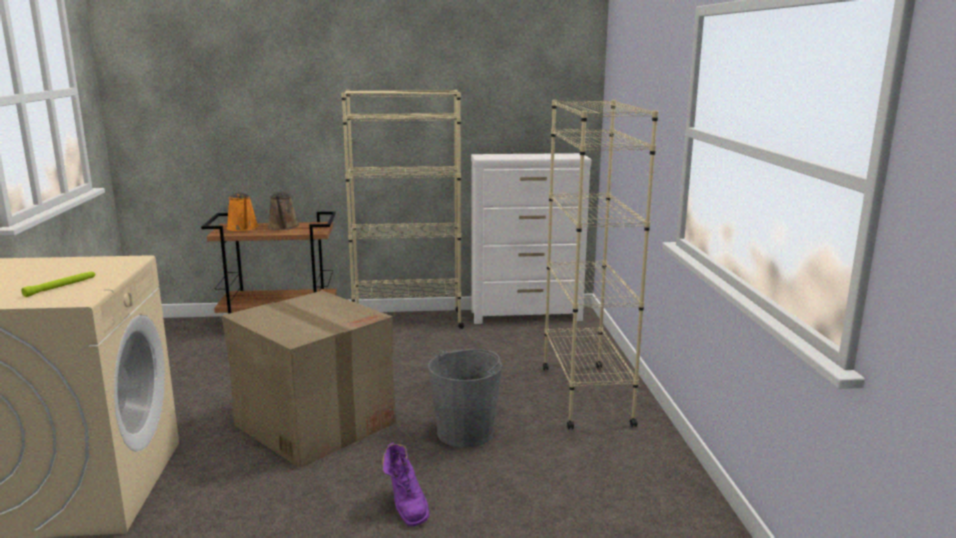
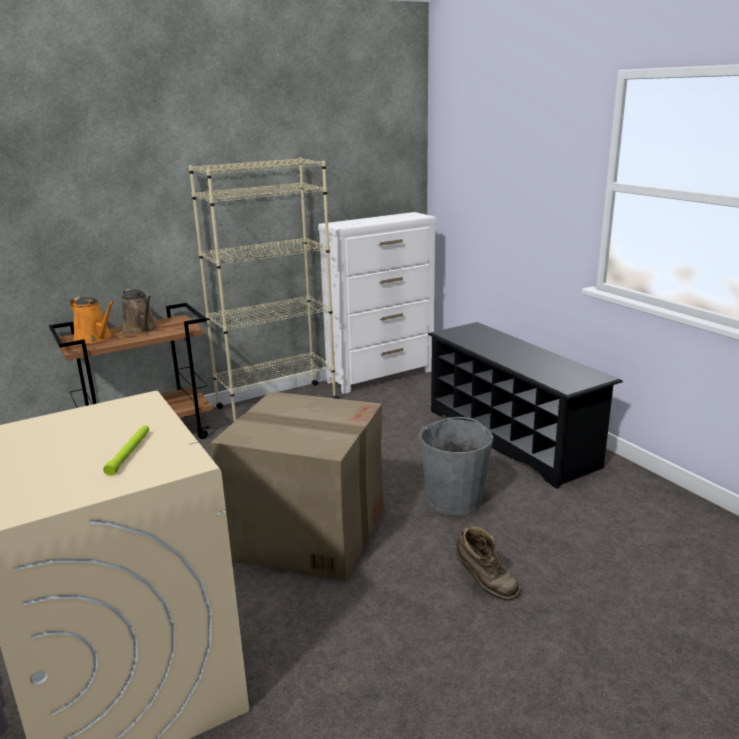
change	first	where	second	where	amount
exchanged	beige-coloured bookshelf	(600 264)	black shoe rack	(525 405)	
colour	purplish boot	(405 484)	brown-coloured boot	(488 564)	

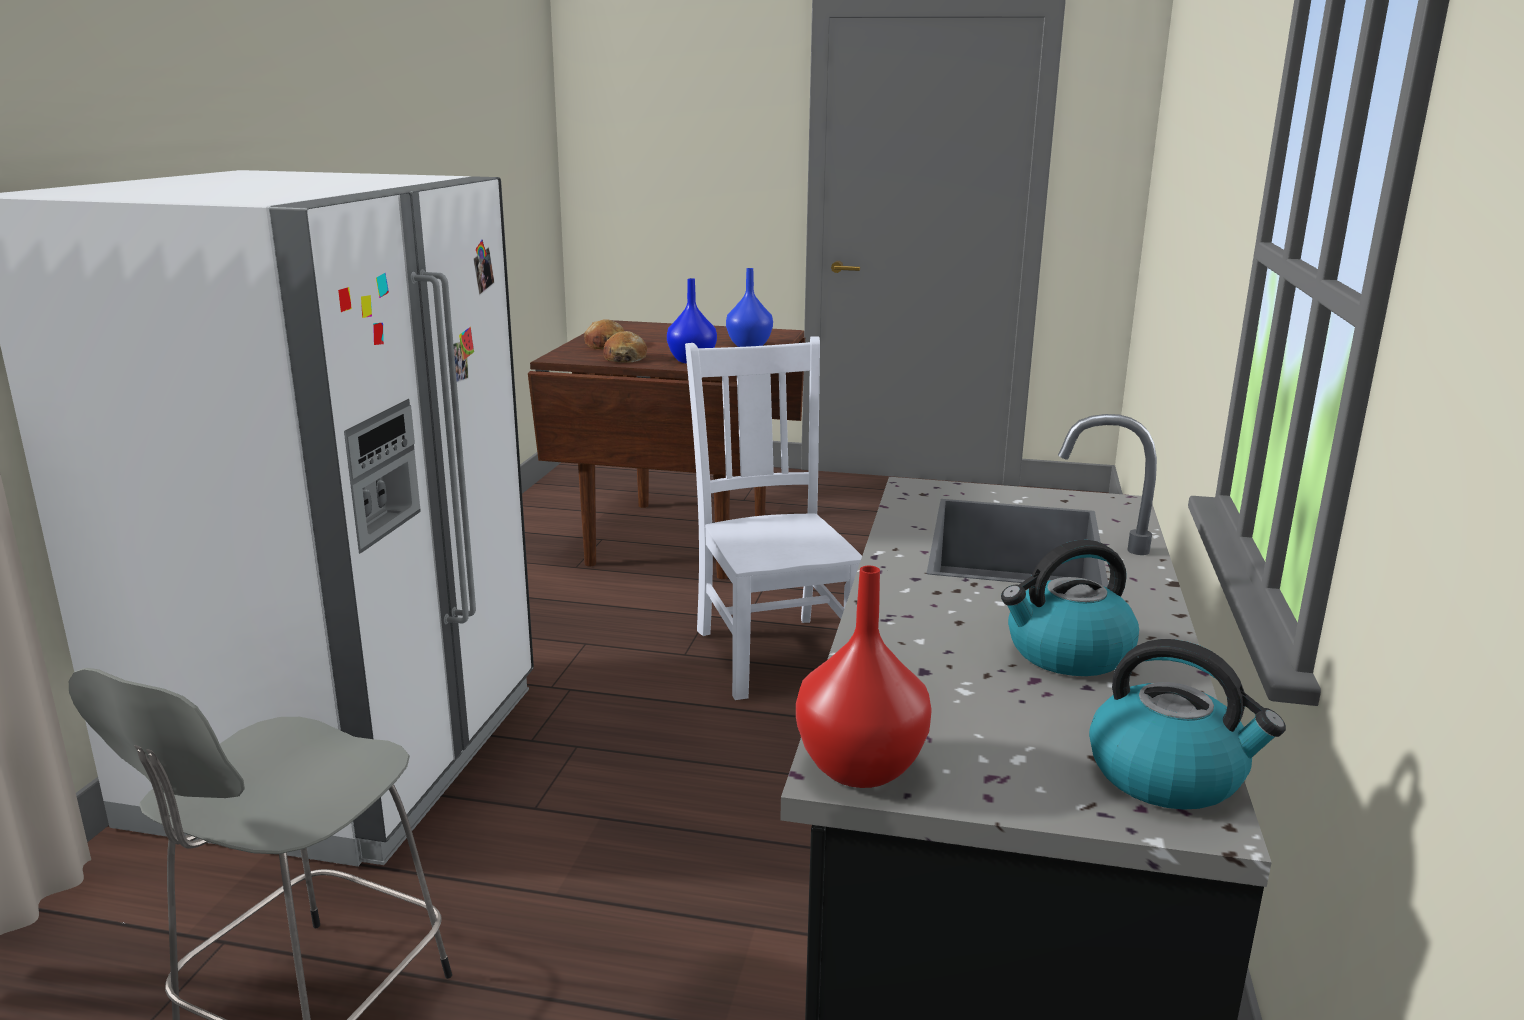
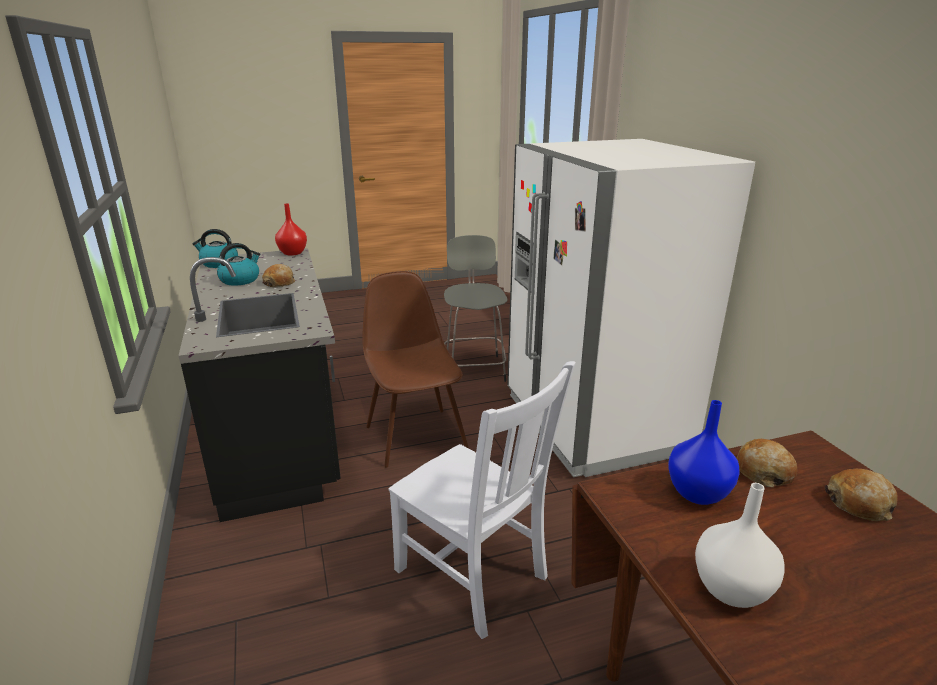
change	first	where	second	where	amount
appeared			bread	(278 275)	
appeared			brown-coloured plain chair	(415 369)	
colour	blue-coloured decorative vase	(749 307)	white decorative vase	(740 545)	

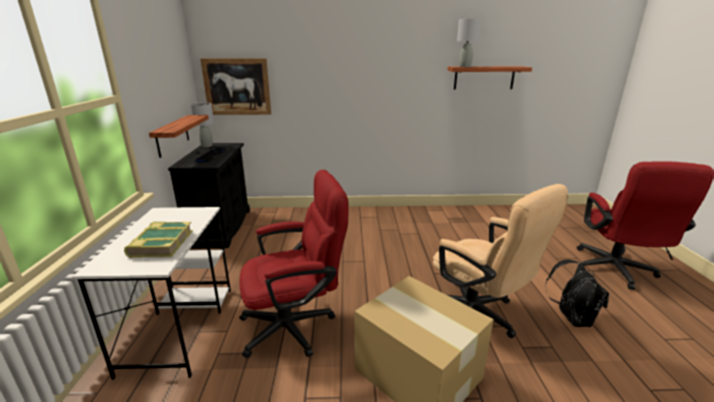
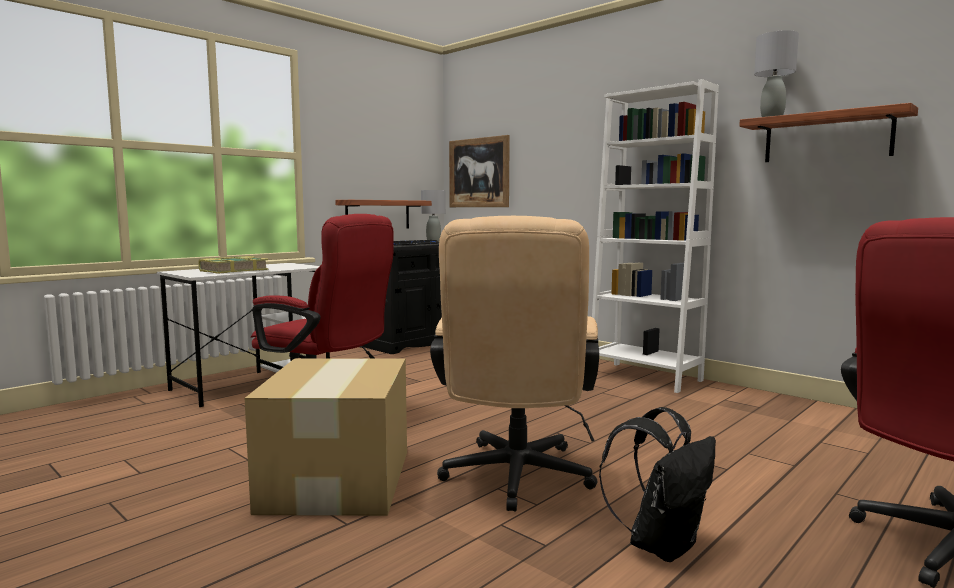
change	first	where	second	where	amount
appeared			white bookshelf	(655 236)	

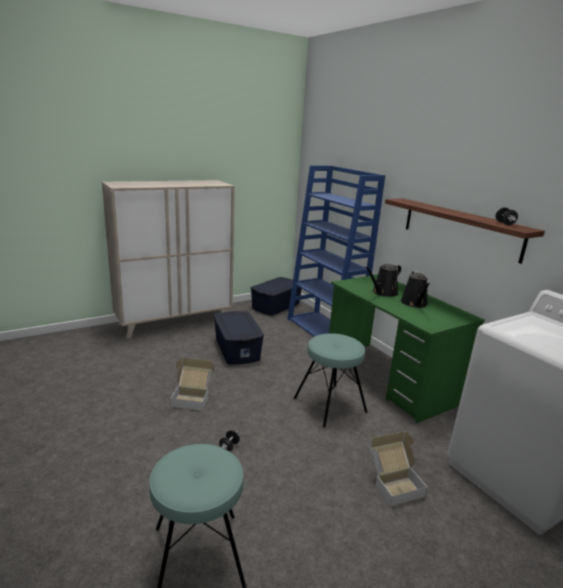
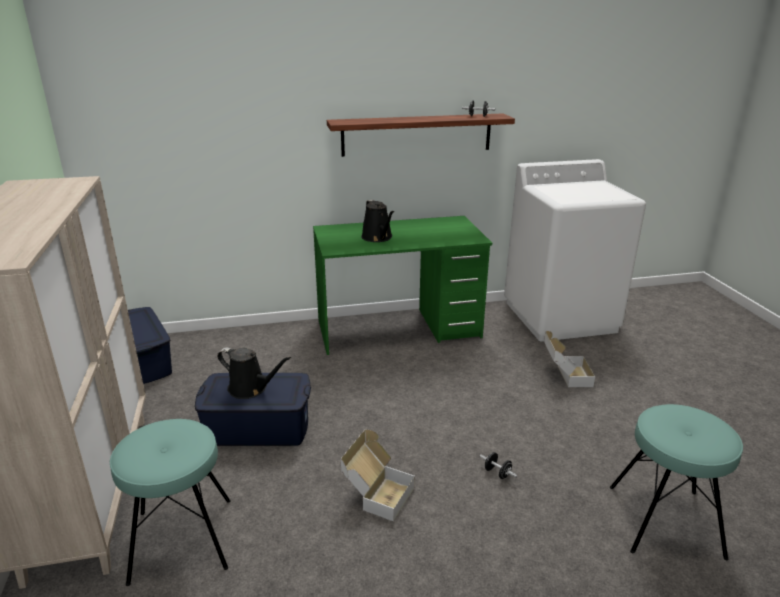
change	first	where	second	where	amount
missing	blue-coloured bookshelf	(336 250)			
relocated	turquoise-coloured stool	(331 380)		(170 502)	
relocated	black sprinkling can	(415 289)		(254 373)	

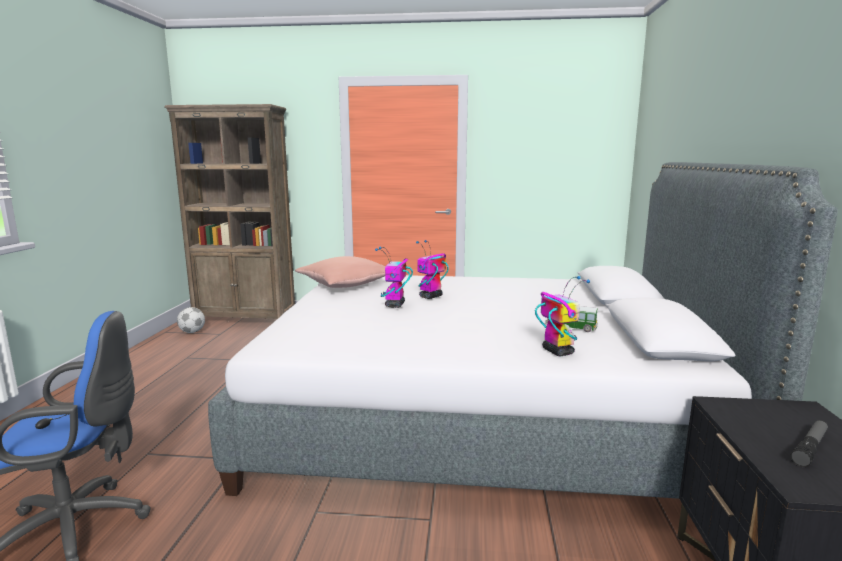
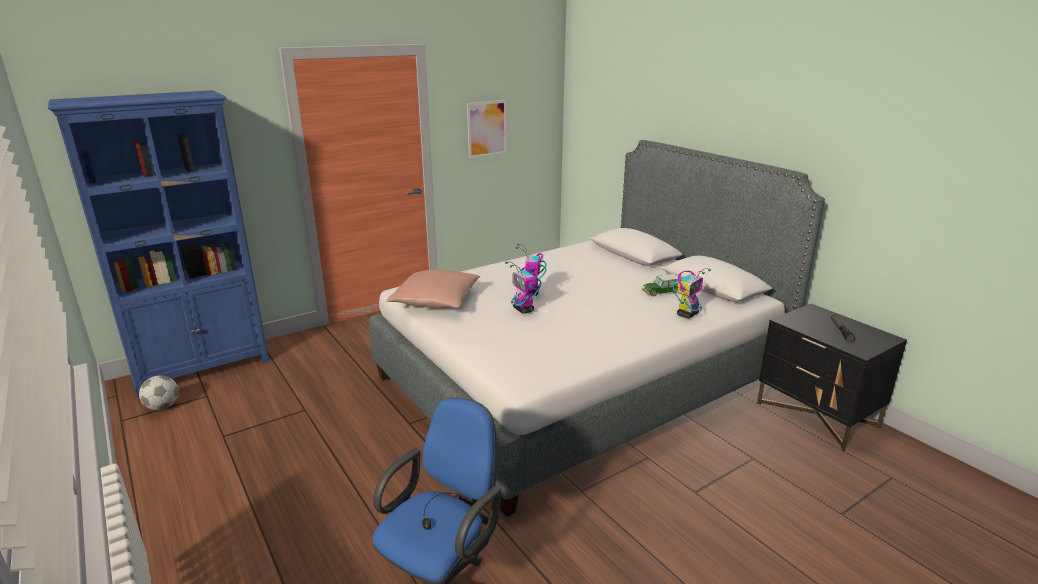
change	first	where	second	where	amount
appeared			picture	(487 129)	
colour	brown-coloured bookshelf	(229 211)	blue-coloured bookshelf	(158 244)	
spun	model robot	(562 316)		(692 293)	105 degrees clockwise

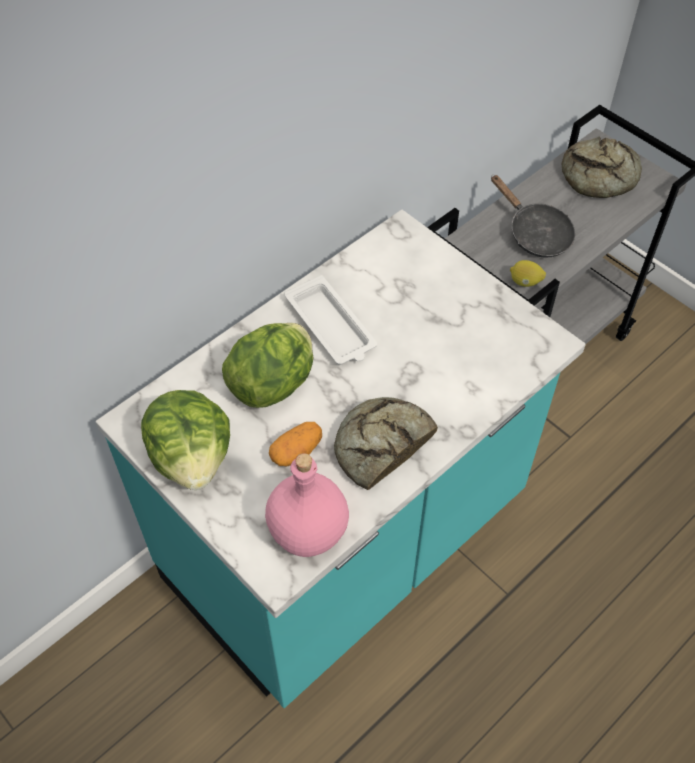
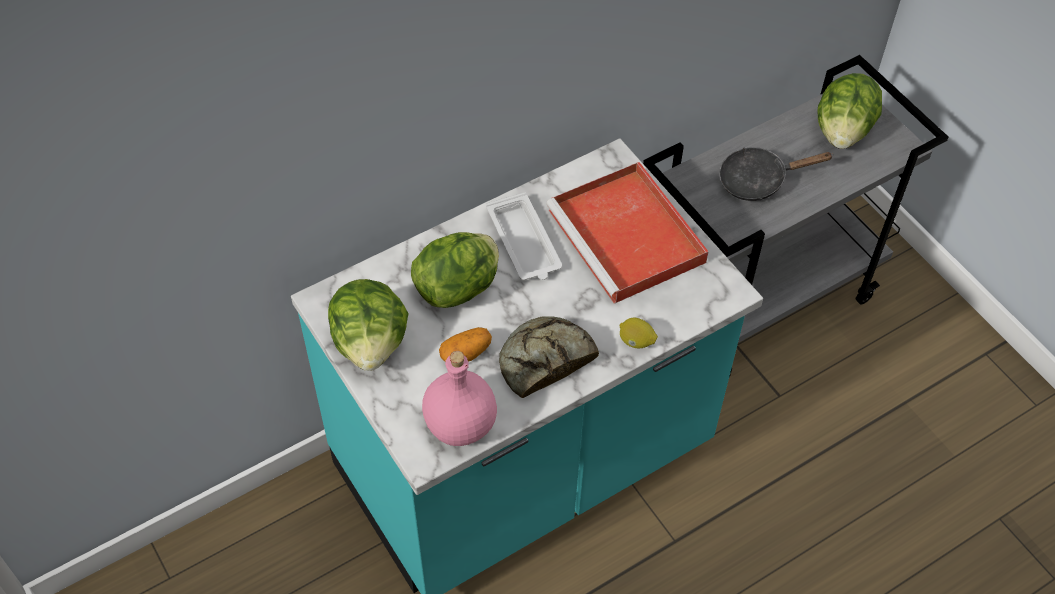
change	first	where	second	where	amount
appeared			red tray	(627 233)	
relocated	lemon	(528 273)		(639 333)	
exchanged	bread	(601 167)	lettuce	(849 111)	
spun	black frying pan	(533 216)		(776 174)	105 degrees clockwise

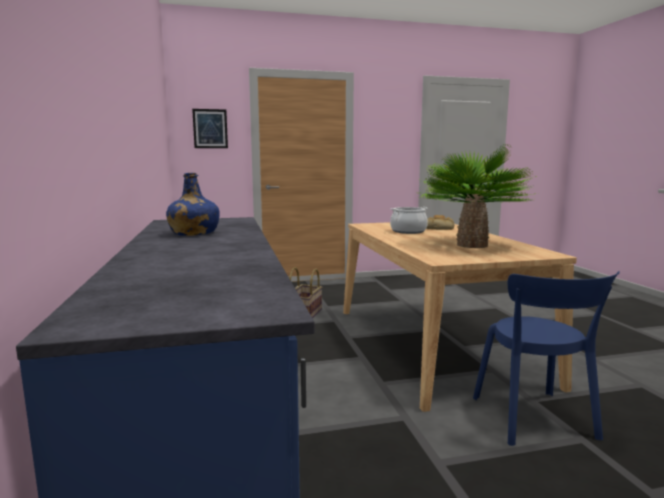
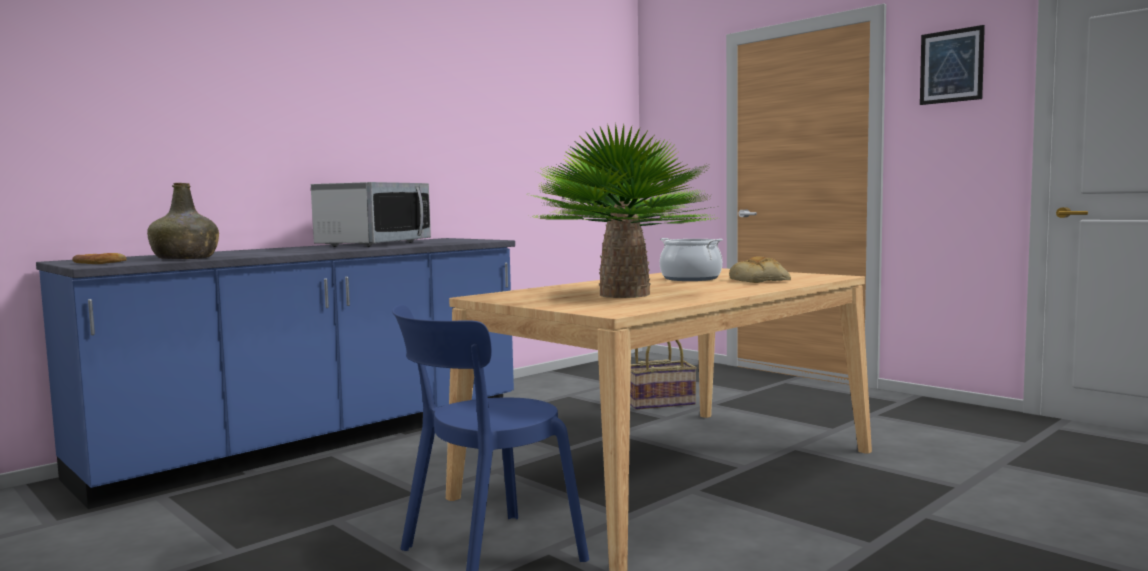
change	first	where	second	where	amount
appeared			bread	(99 258)	
appeared			green-coloured drink bottle	(183 221)	
relocated	picture	(210 128)		(952 65)	
exchanged	blue-coloured drink bottle	(193 204)	microwave	(371 214)	

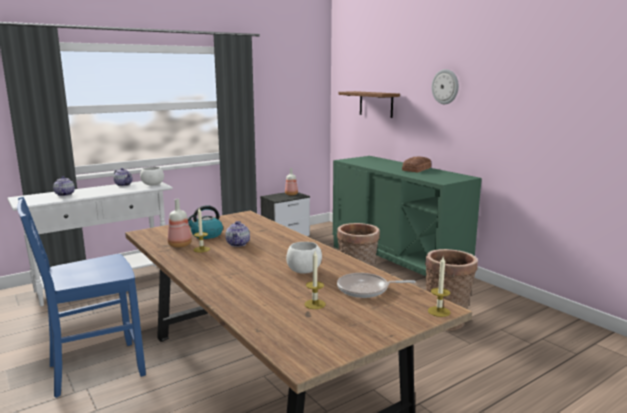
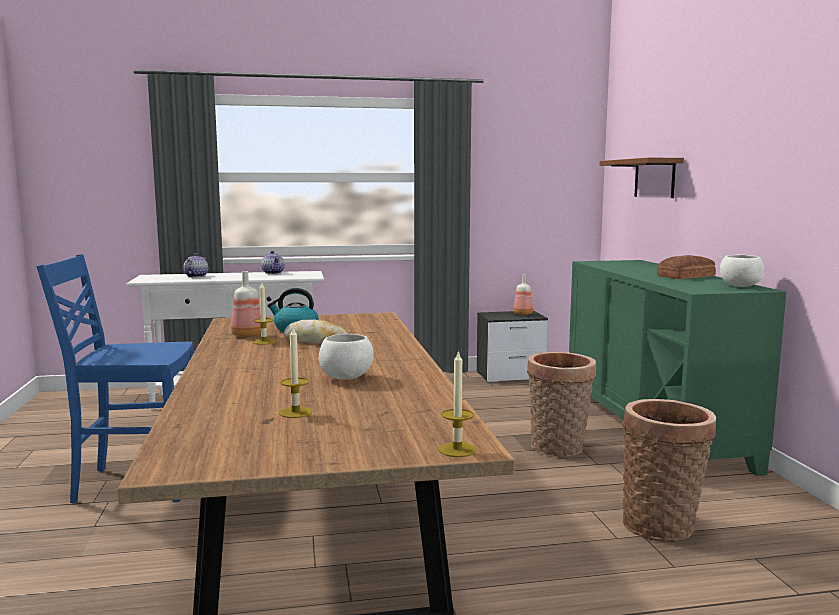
change	first	where	second	where	amount
missing	frying pan	(376 285)			
missing	hanging clock	(445 86)			
relocated	white bowl	(152 176)		(742 271)	
exchanged	teapot	(237 234)	bread	(316 332)	

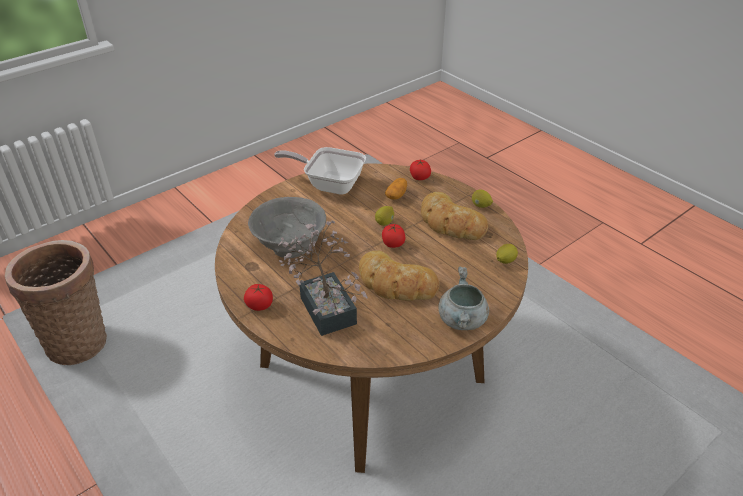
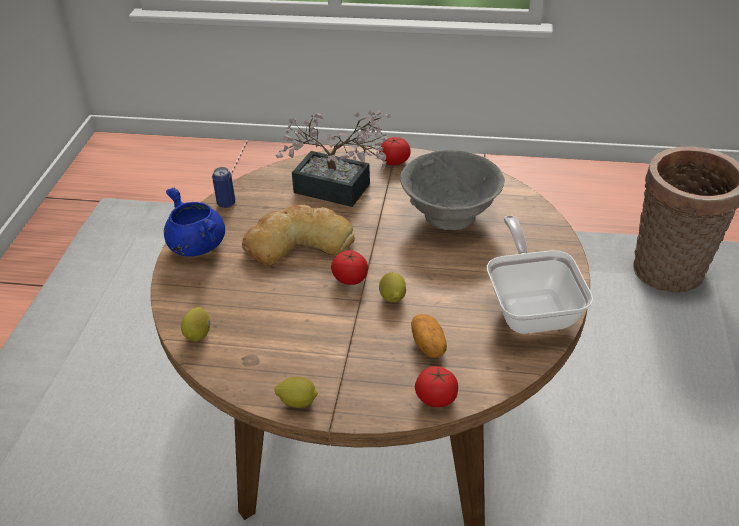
change	first	where	second	where	amount
missing	bread	(454 216)			
appeared			sealed can	(223 187)	
colour	grey saucepot	(463 298)	blue-coloured saucepot	(194 222)	
spun	frying pan	(320 171)		(540 275)	75 degrees counterclockwise

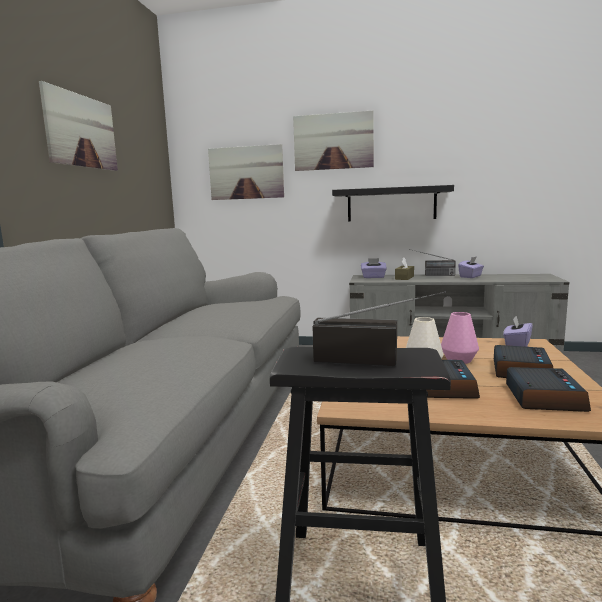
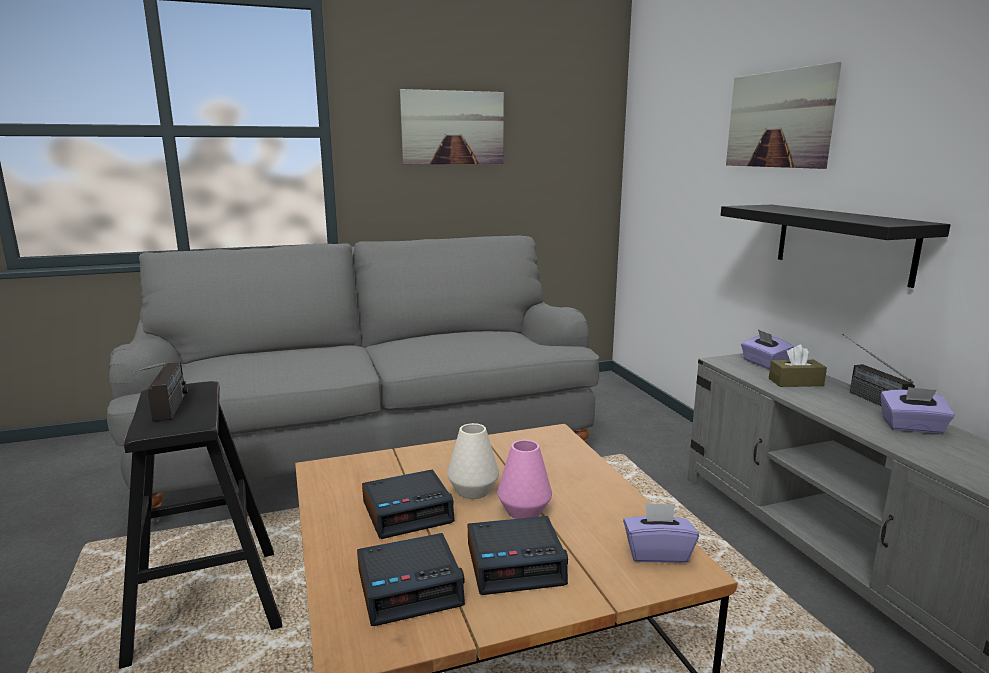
change	first	where	second	where	amount
missing	picture	(246 172)			

